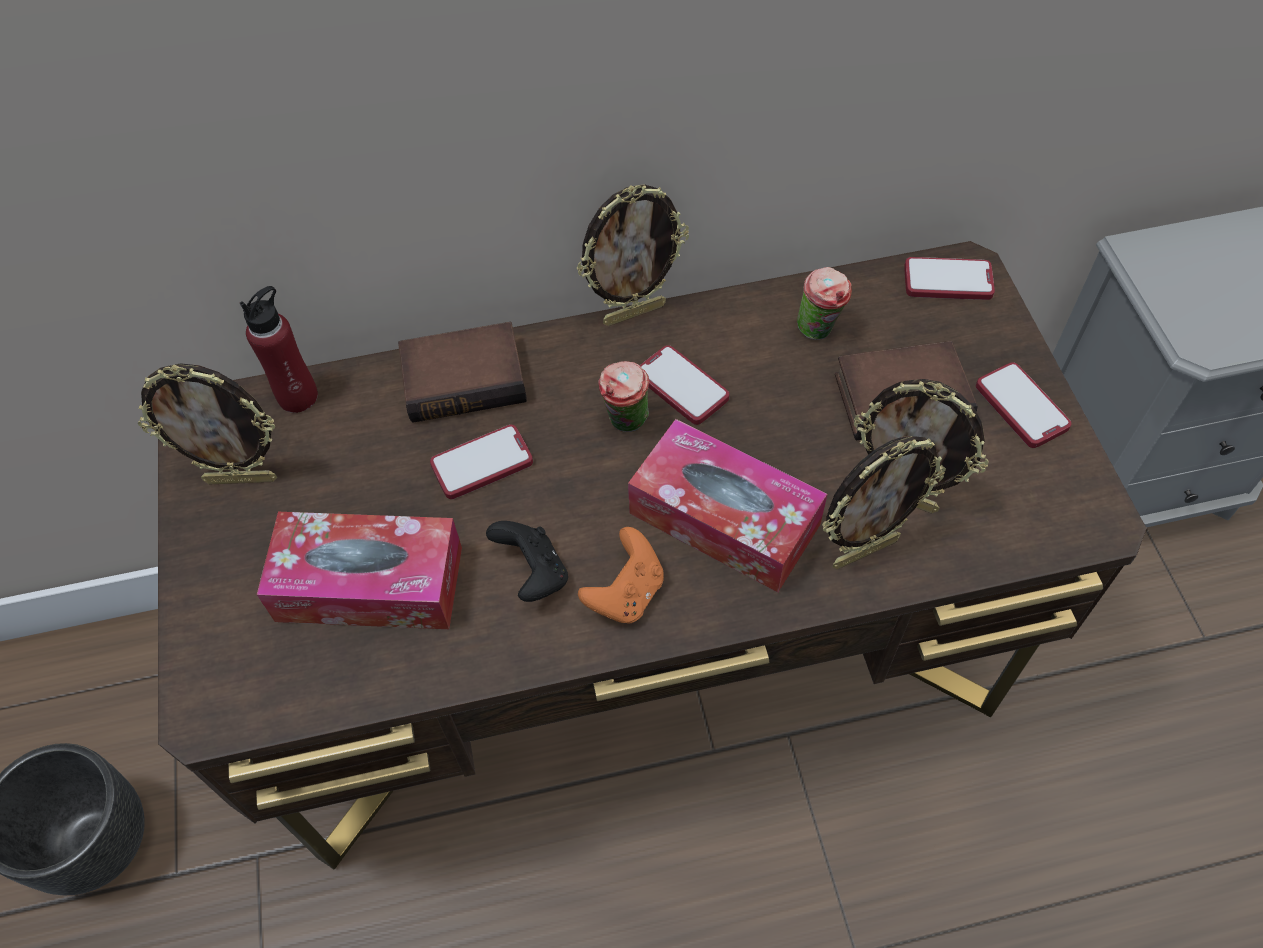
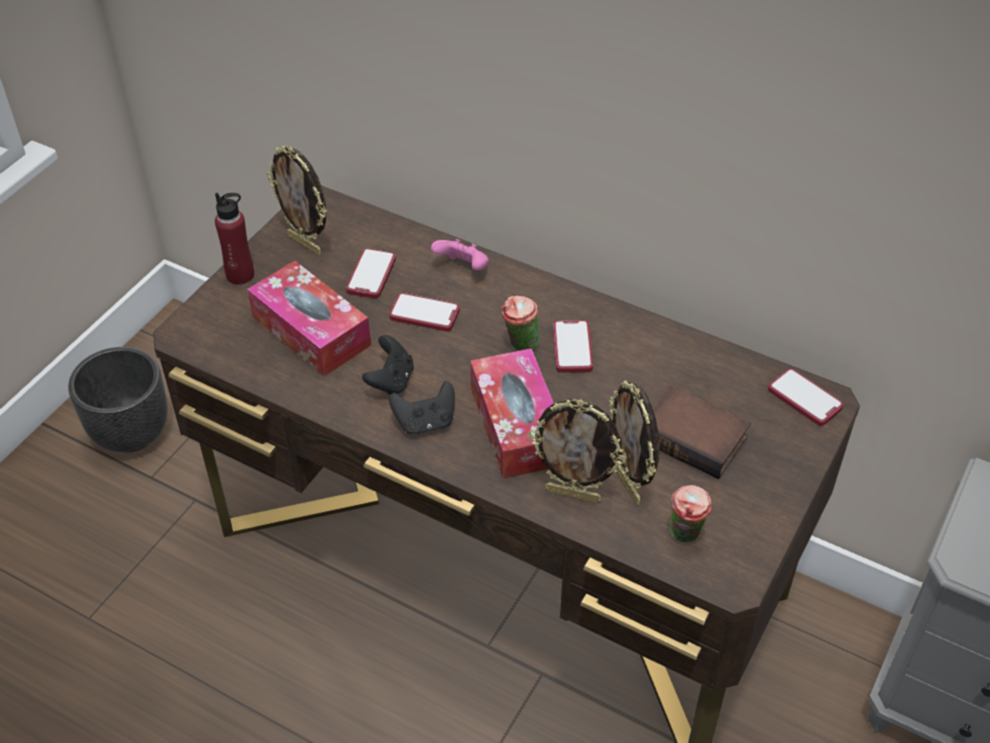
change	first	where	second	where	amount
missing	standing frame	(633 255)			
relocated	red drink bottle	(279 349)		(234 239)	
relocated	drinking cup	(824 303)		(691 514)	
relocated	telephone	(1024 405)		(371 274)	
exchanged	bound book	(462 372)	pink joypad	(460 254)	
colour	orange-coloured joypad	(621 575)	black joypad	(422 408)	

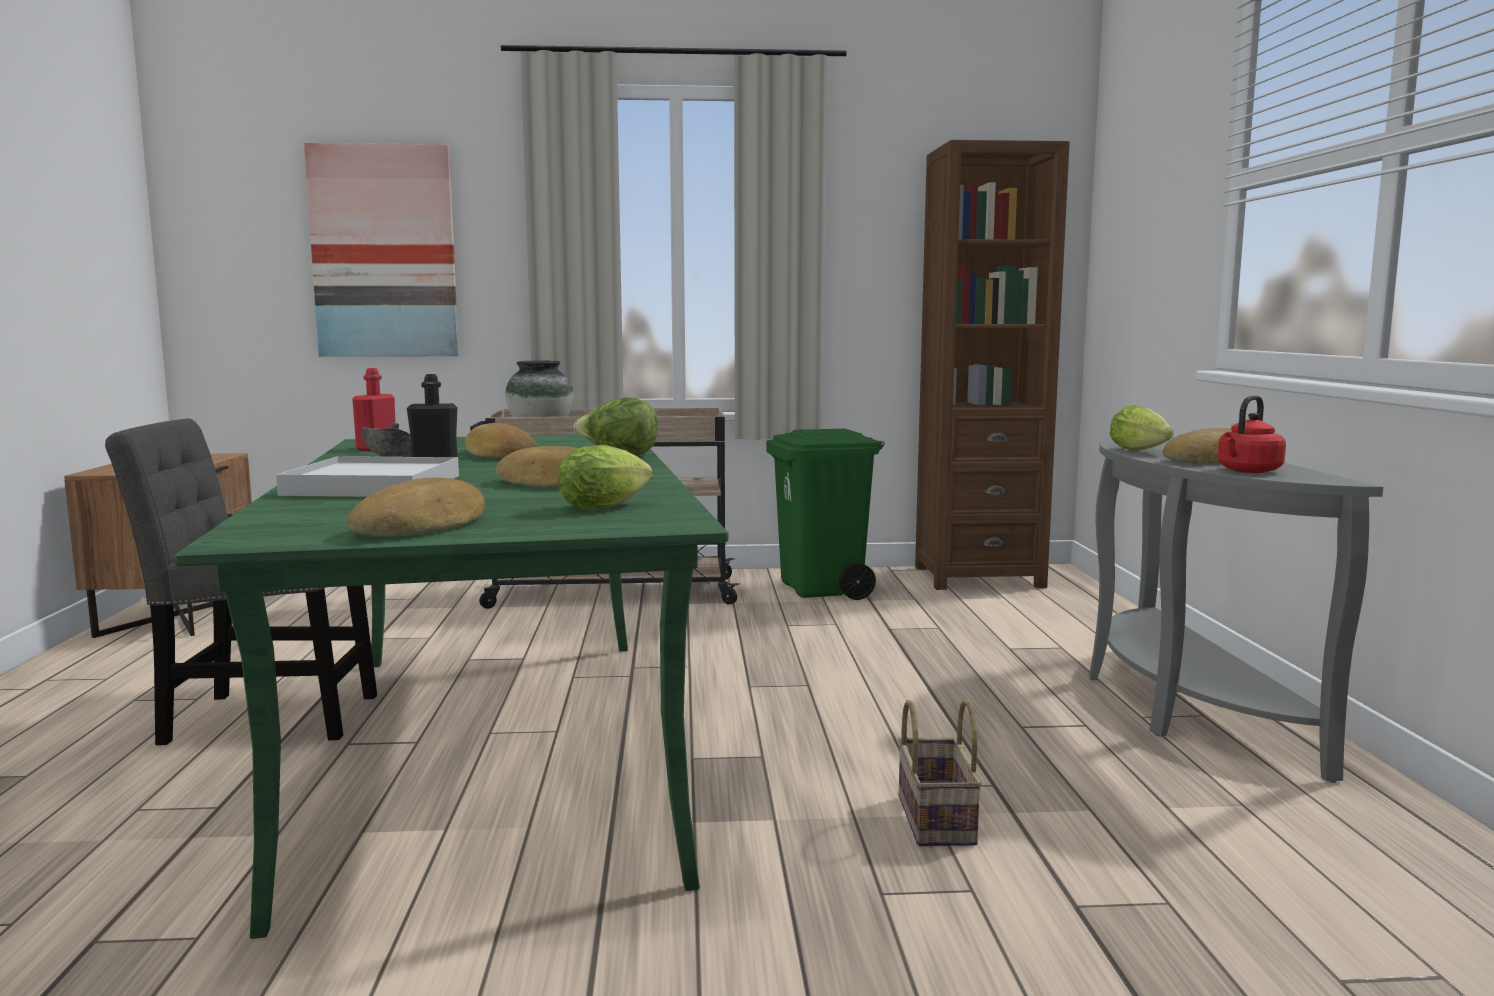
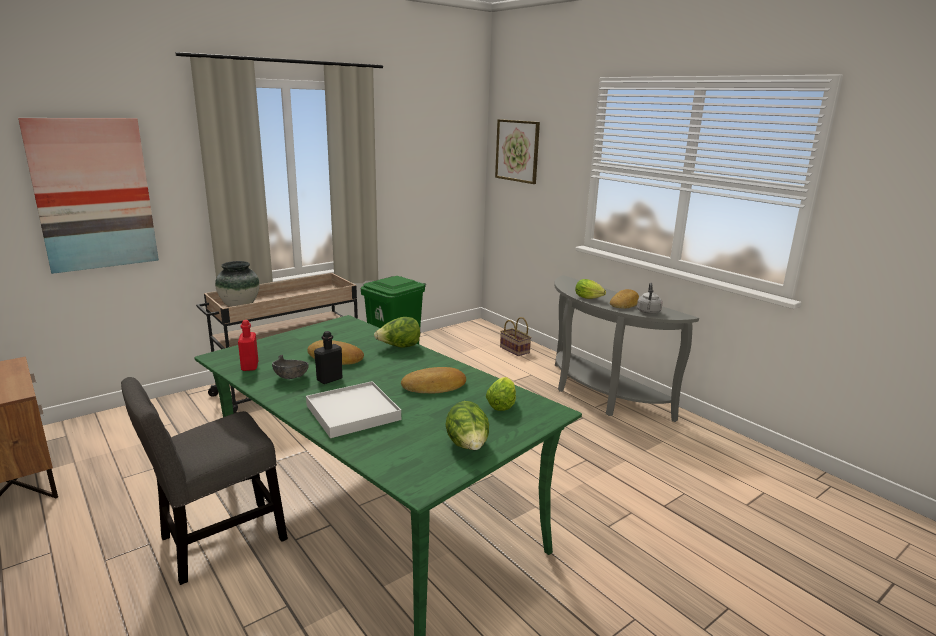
change	first	where	second	where	amount
missing	brown-coloured bookshelf	(992 365)			
appeared			picture	(517 151)	
relocated	household basket	(940 772)		(516 336)	
exchanged	bread	(416 507)	lettuce	(467 425)	
colour	red tea kettle	(1252 434)	grey tea kettle	(650 298)	

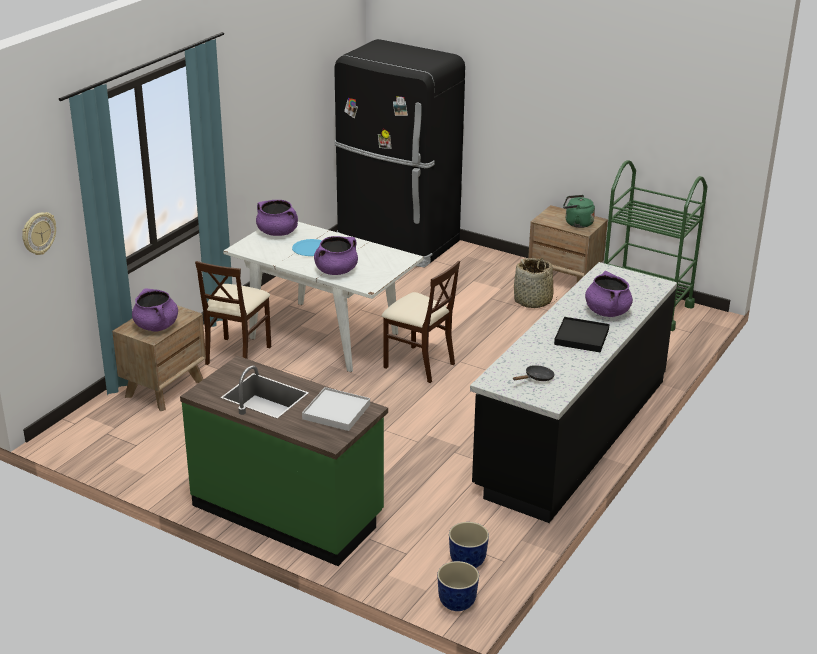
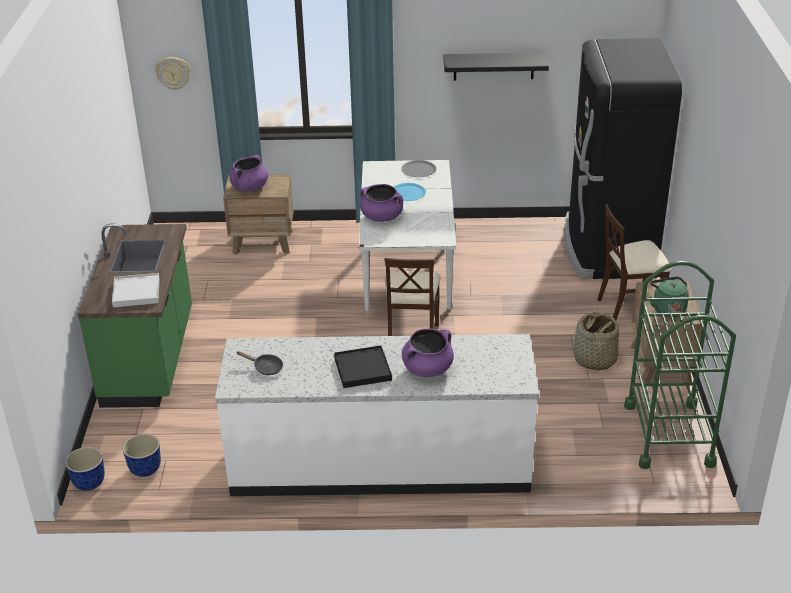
change	first	where	second	where	amount
appeared			black wall shelf	(496 66)	
relocated	beige-coloured plain chair	(233 313)		(634 262)	
exchanged	purplish saucepot	(277 218)	grey plate	(418 168)	
colour	black kitchen counter	(573 392)	white kitchen counter	(377 415)	

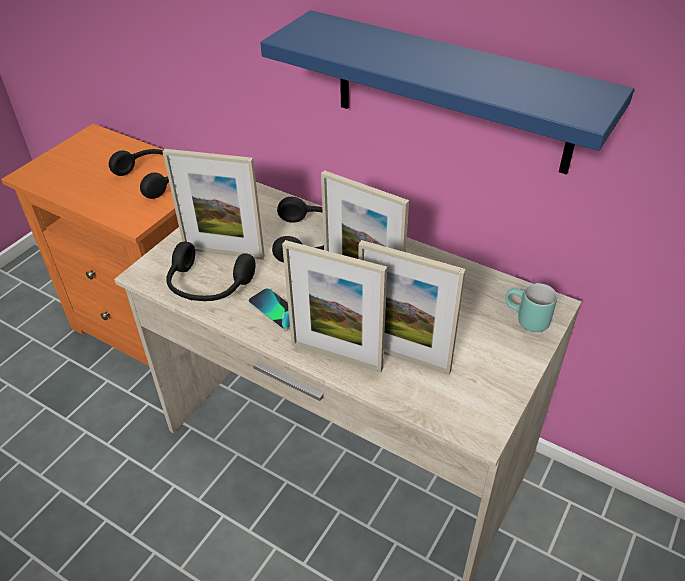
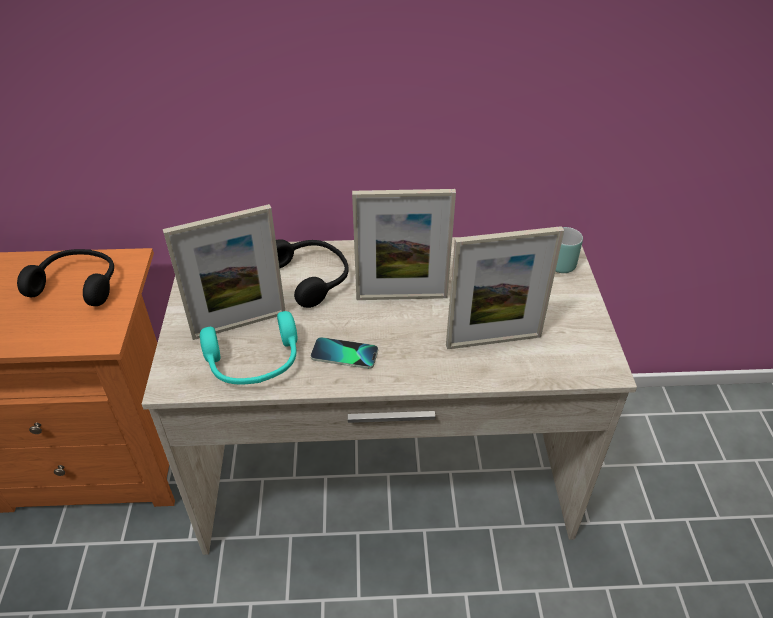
change	first	where	second	where	amount
missing	blue-coloured wall shelf	(447 92)			
missing	standing frame	(334 306)			
colour	black pair of headphones	(211 271)	turquoise-coloured pair of headphones	(248 348)	

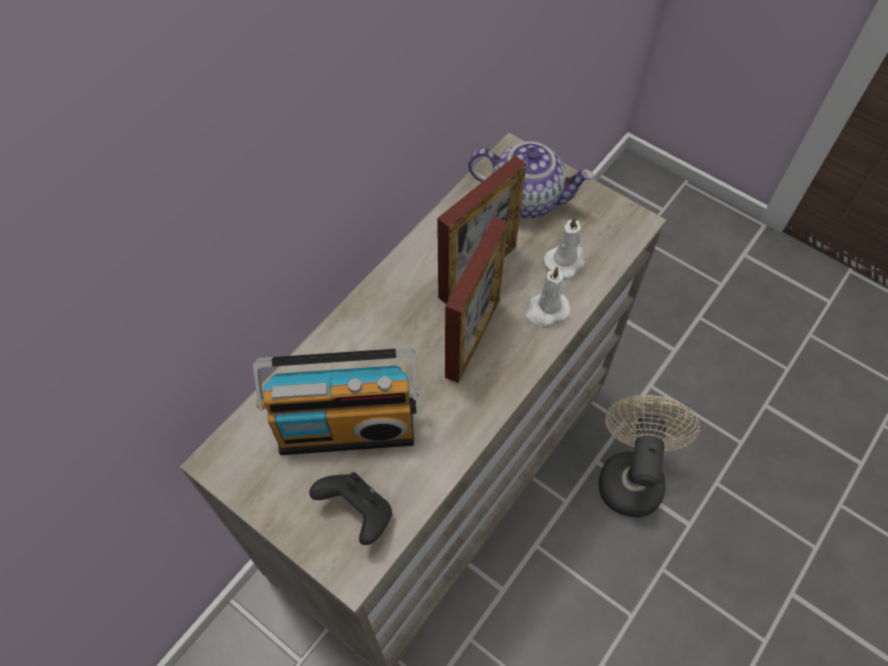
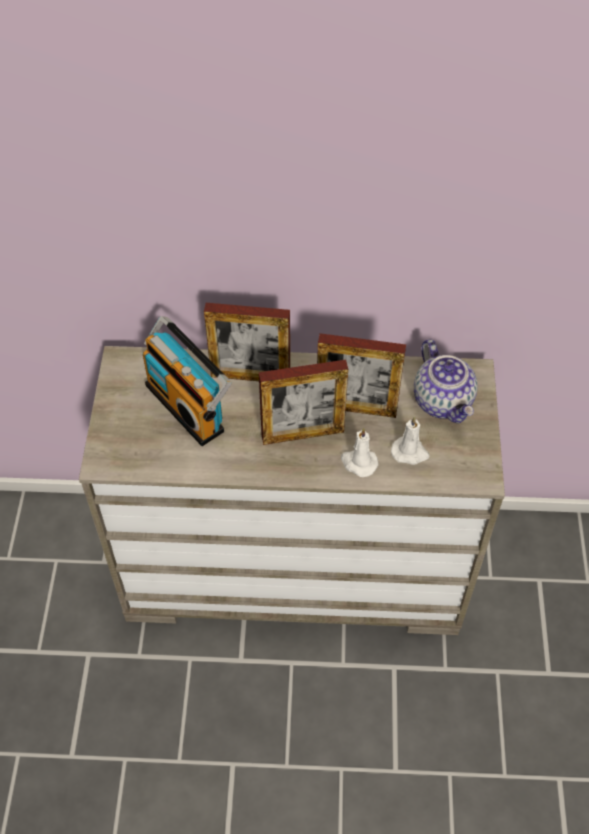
change	first	where	second	where	amount
missing	black joypad	(350 508)			
missing	beige-coloured cooling fan	(649 456)			
appeared			standing frame	(247 342)	

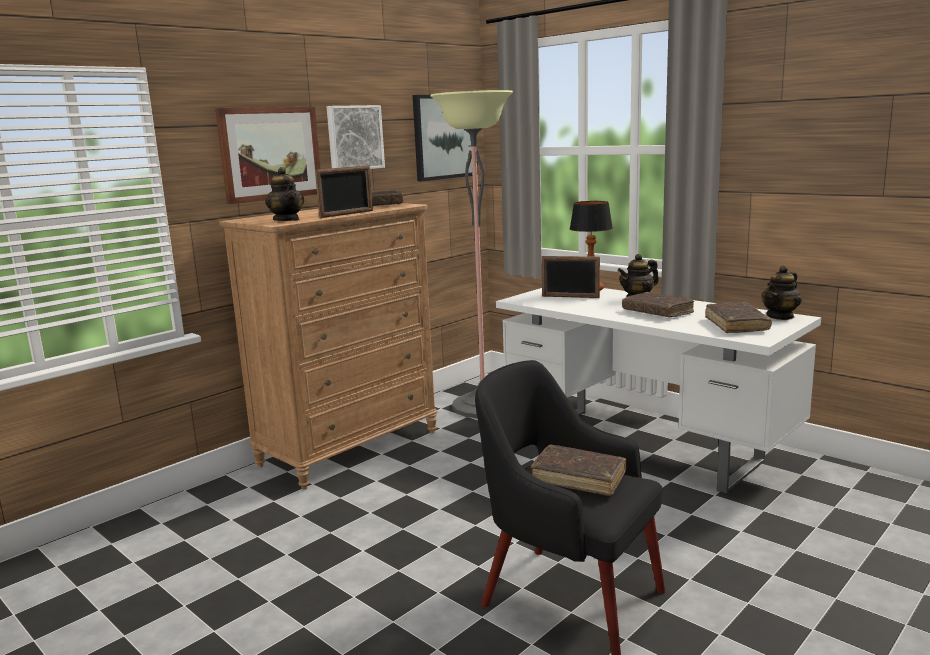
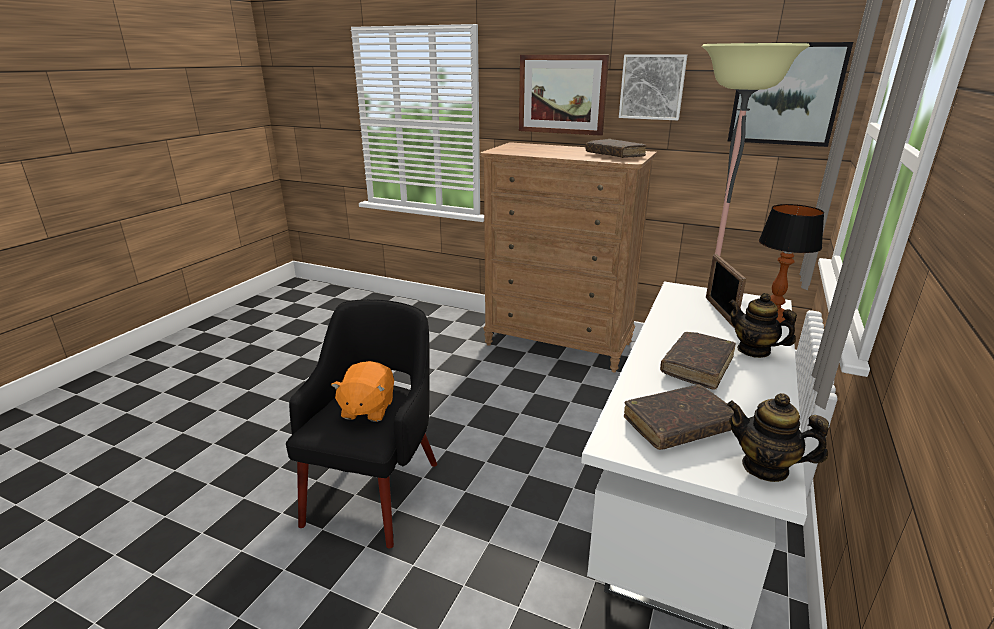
change	first	where	second	where	amount
missing	teapot	(284 194)			
missing	standing frame	(344 191)			
exchanged	brown-coloured bound book	(579 470)	orange-coloured plush toy	(362 391)	

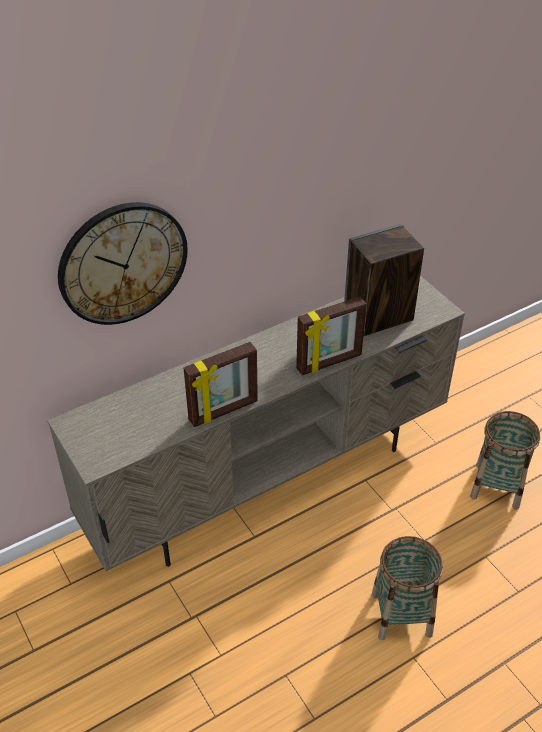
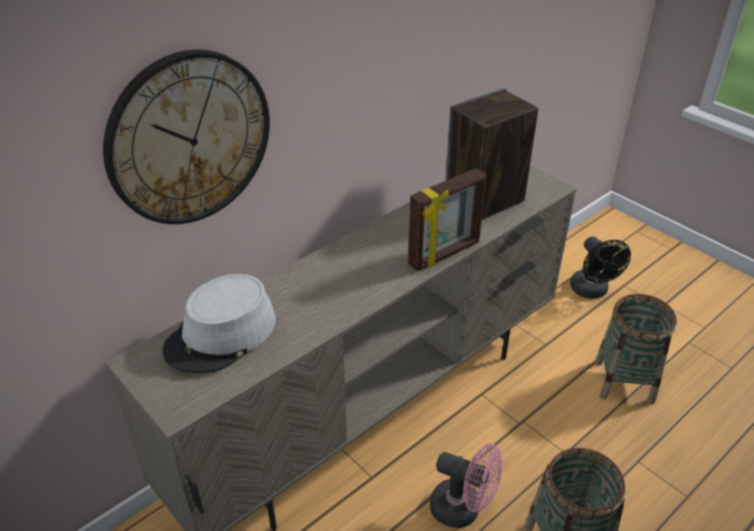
change	first	where	second	where	amount
missing	standing frame	(221 384)			
appeared			grey clothing hat	(219 323)	
appeared			pink cooling fan	(466 486)	
appeared			black cooling fan	(600 267)	

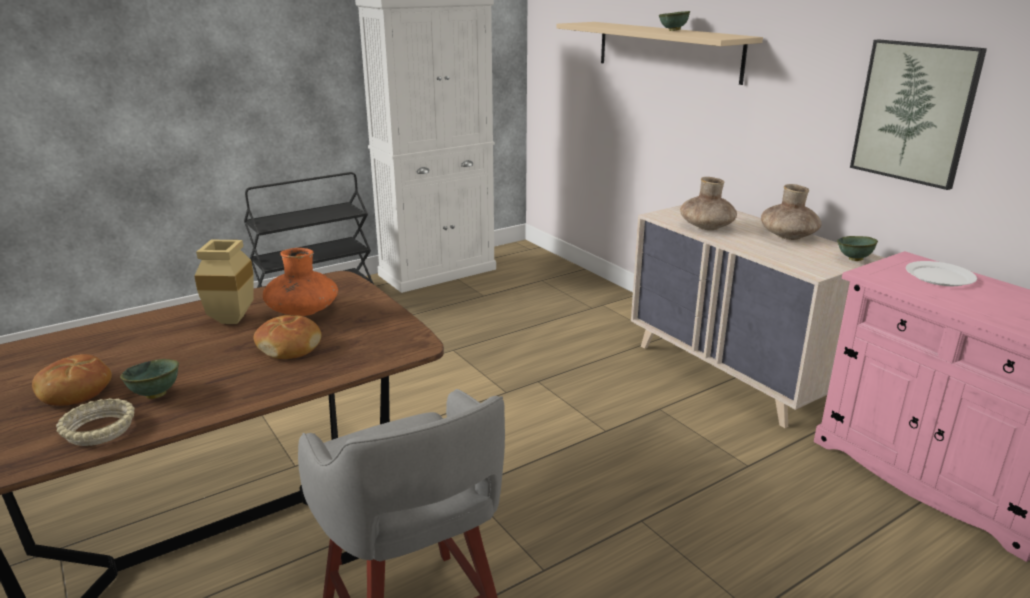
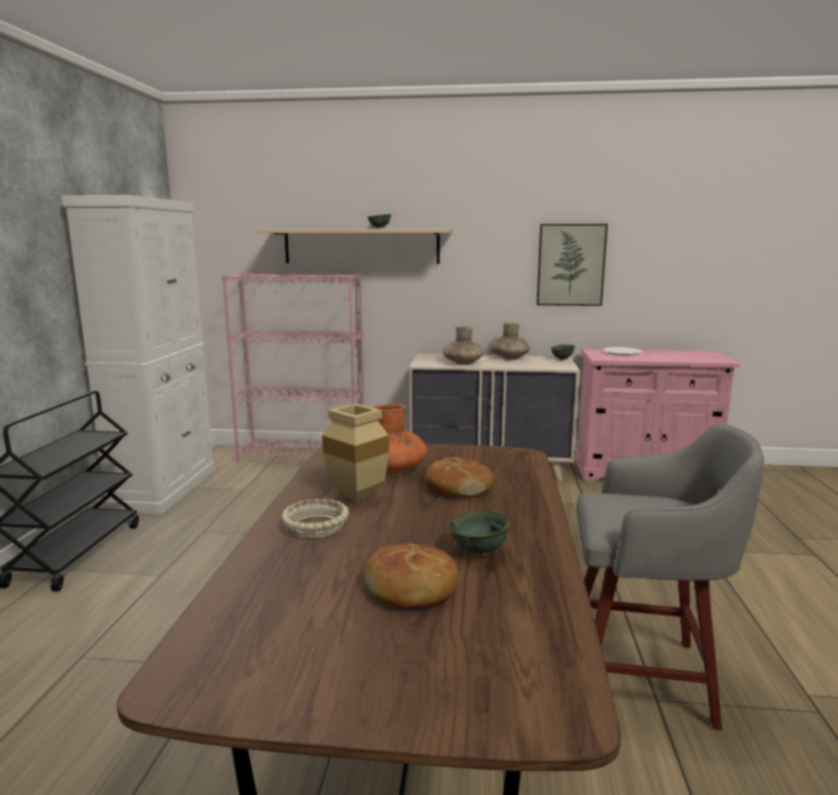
change	first	where	second	where	amount
appeared			pink bookshelf	(293 368)	
relocated	beige-coloured bowl	(95 422)		(315 518)	

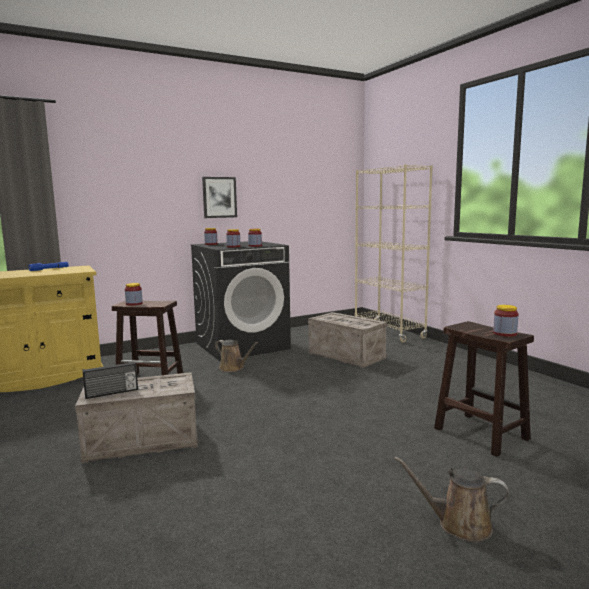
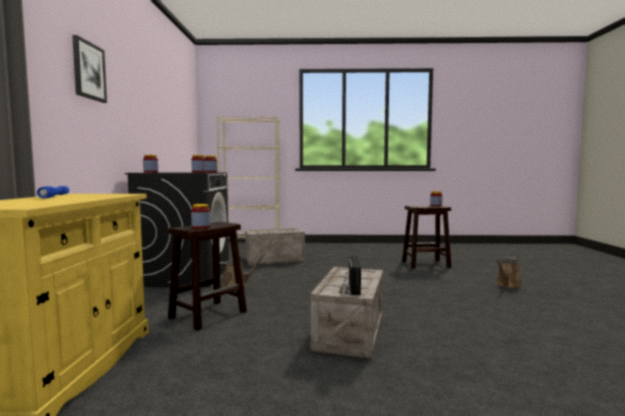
change	first	where	second	where	amount
relocated	picture	(219 197)		(89 69)	

